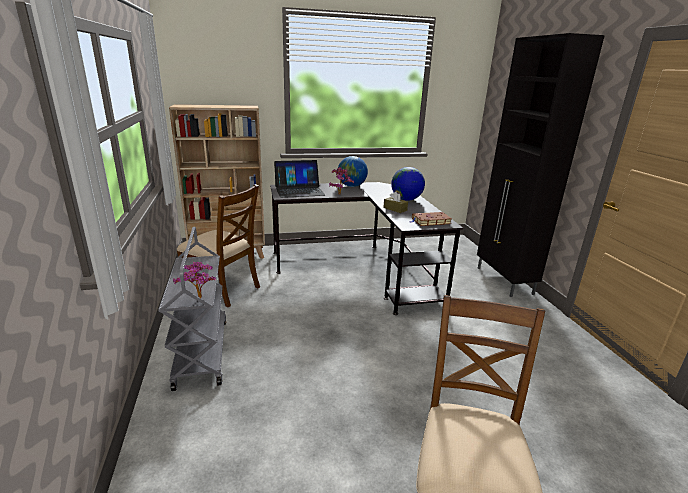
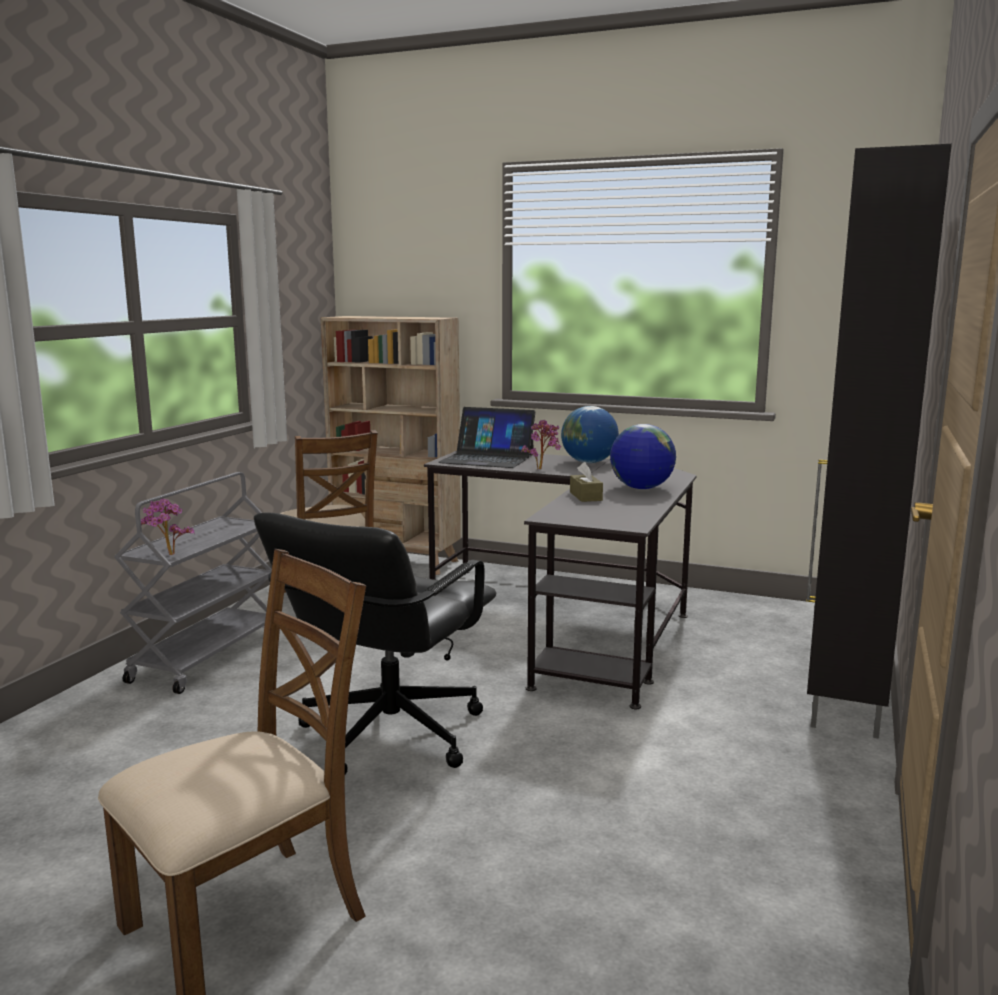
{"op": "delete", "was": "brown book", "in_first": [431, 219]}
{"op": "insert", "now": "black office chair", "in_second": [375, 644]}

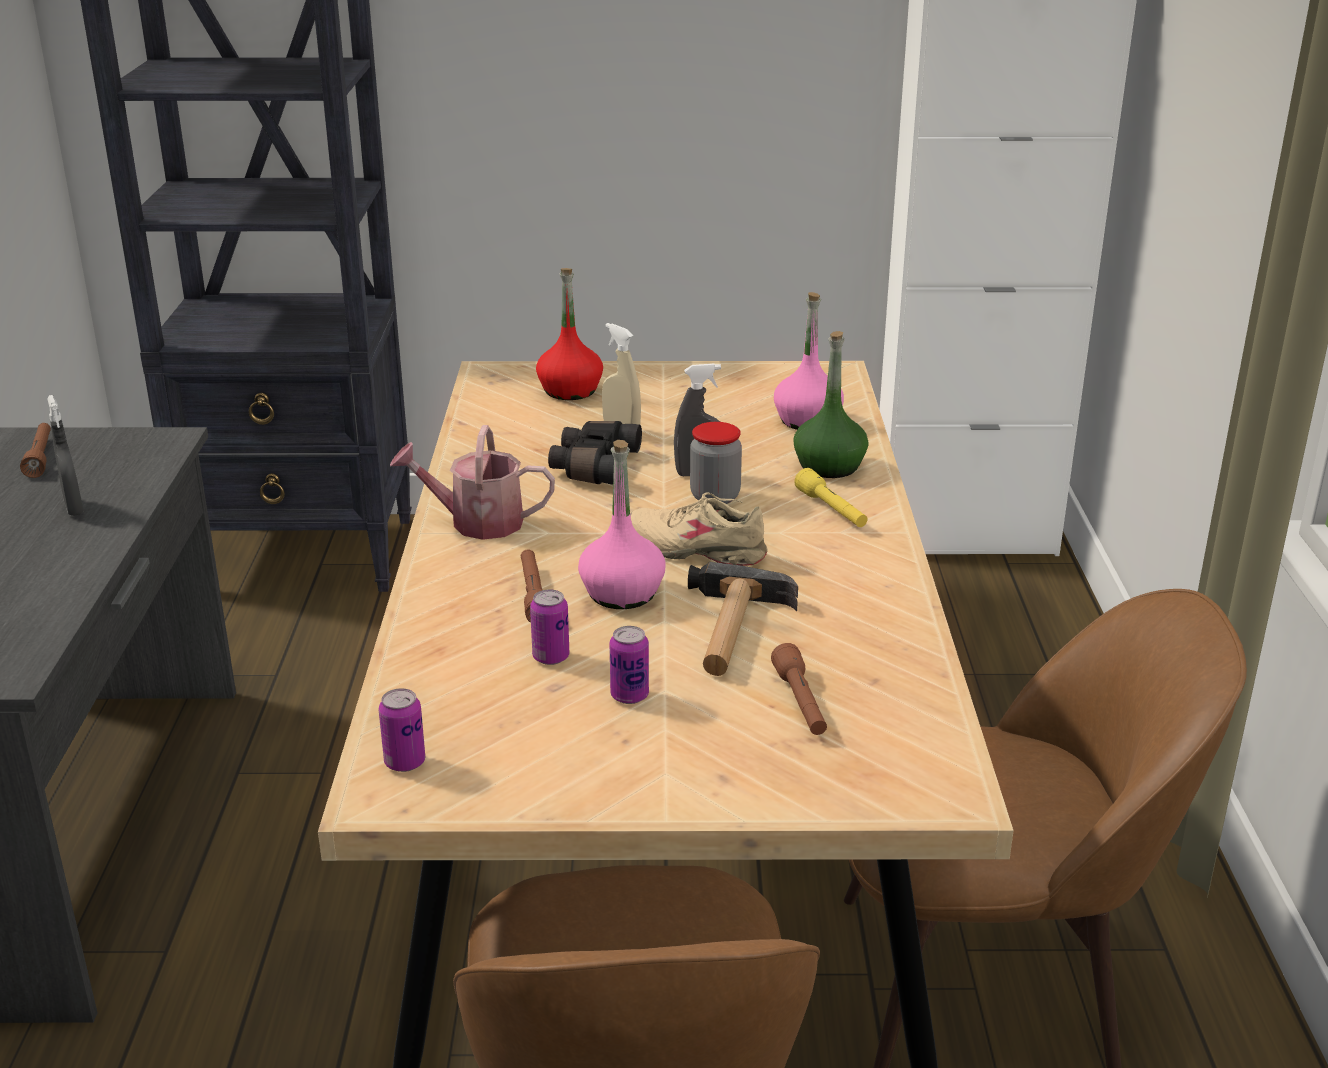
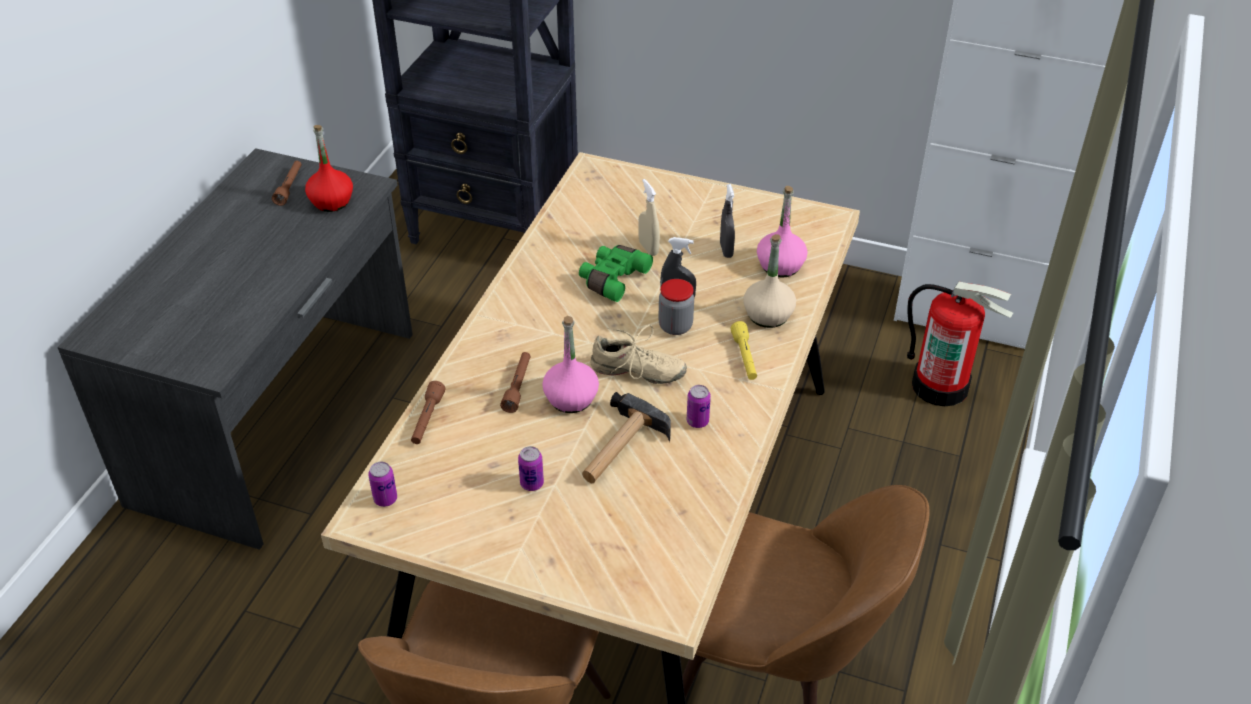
{"op": "move", "was": "grey spray bottle", "in_first": [65, 455], "in_second": [727, 221]}
{"op": "delete", "was": "watering can", "in_first": [472, 482]}
{"op": "move", "was": "can", "in_first": [549, 627], "in_second": [699, 406]}
{"op": "move", "was": "red bottle", "in_first": [569, 334], "in_second": [329, 168]}
{"op": "recolor", "was": "black binoculars", "now": "green binoculars", "in_first": [595, 452], "in_second": [616, 273]}
{"op": "rotate", "was": "beige shoe", "in_first": [699, 529], "in_second": [638, 354], "clockwise": 150}
{"op": "move", "was": "brown flashlight", "in_first": [799, 689], "in_second": [428, 412]}
{"op": "recolor", "was": "green bottle", "now": "beige bottle", "in_first": [830, 404], "in_second": [769, 281]}
{"op": "insert", "now": "fire extinguisher", "in_second": [960, 344]}

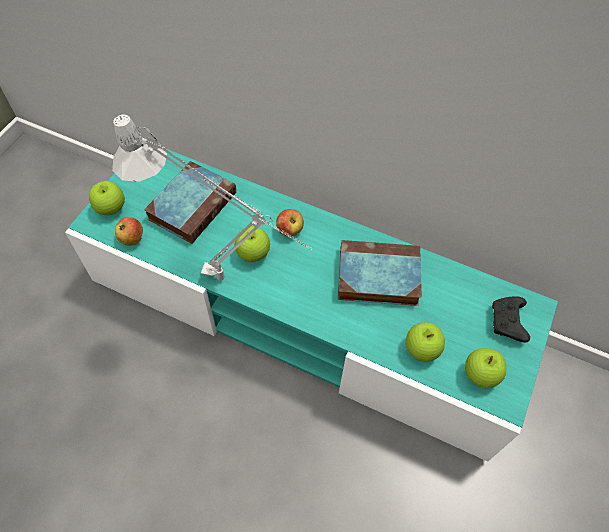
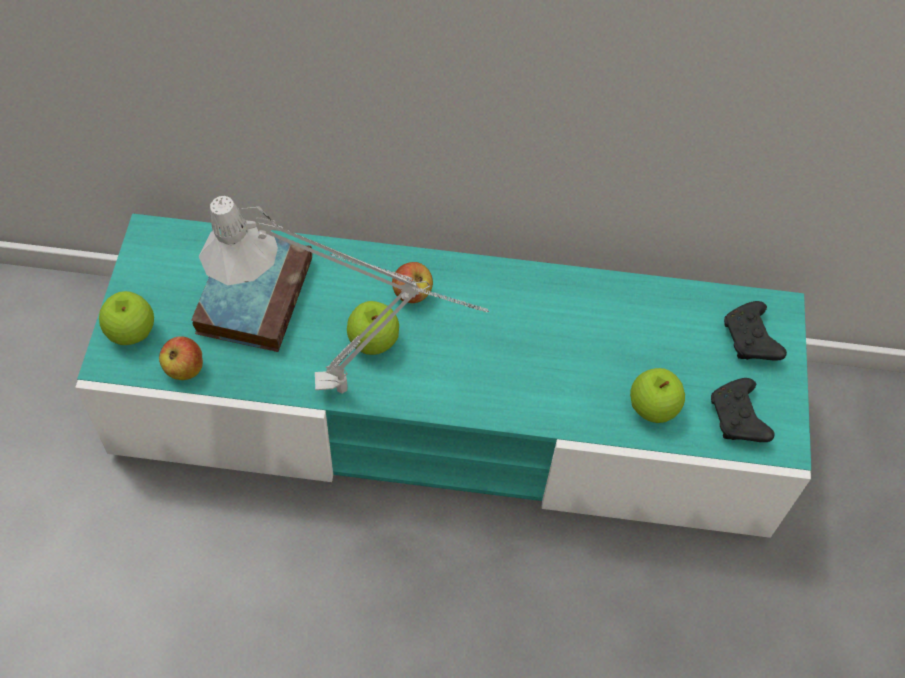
{"op": "delete", "was": "book", "in_first": [380, 273]}
{"op": "replace", "was": "apple", "now": "black game controller", "in_first": [485, 368], "in_second": [742, 410]}

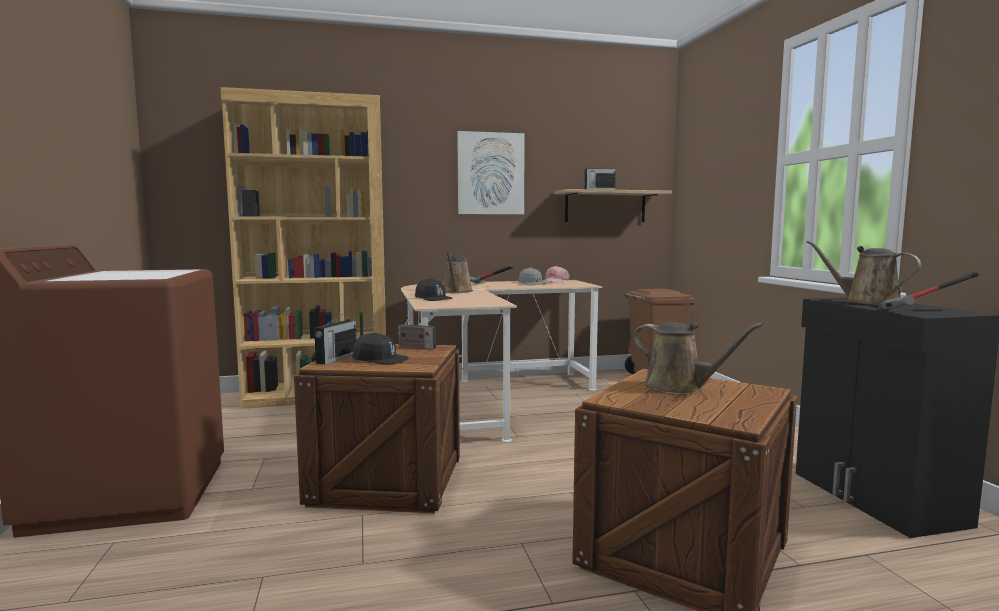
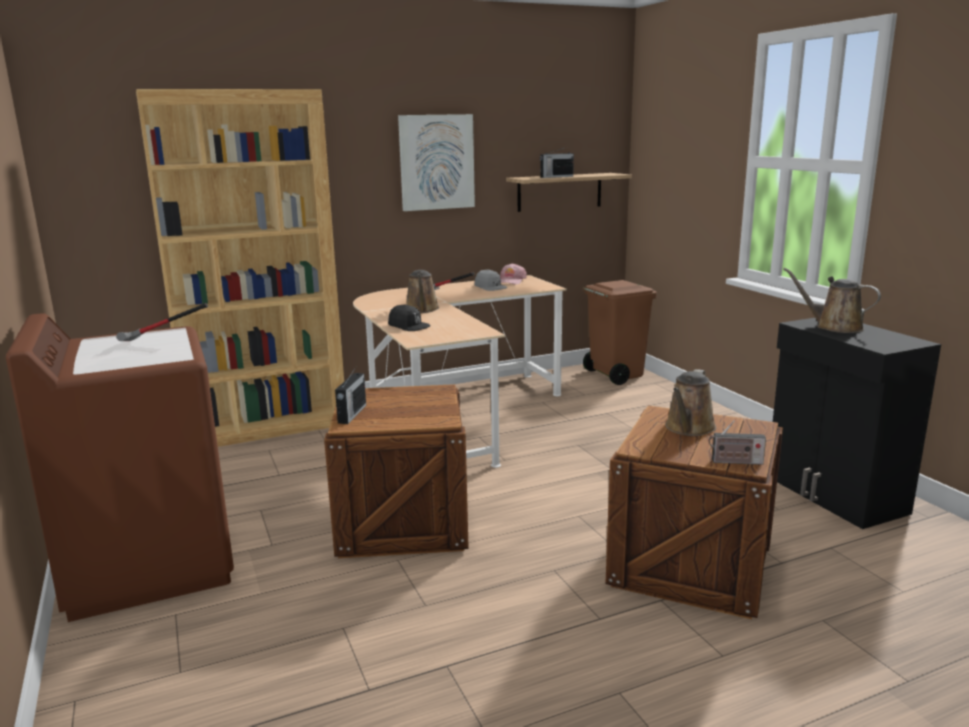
{"op": "delete", "was": "black cap", "in_first": [380, 349]}
{"op": "move", "was": "radio", "in_first": [416, 332], "in_second": [737, 442]}
{"op": "rotate", "was": "brown watering can", "in_first": [698, 358], "in_second": [690, 402], "clockwise": 90}
{"op": "move", "was": "hammer", "in_first": [930, 290], "in_second": [162, 322]}

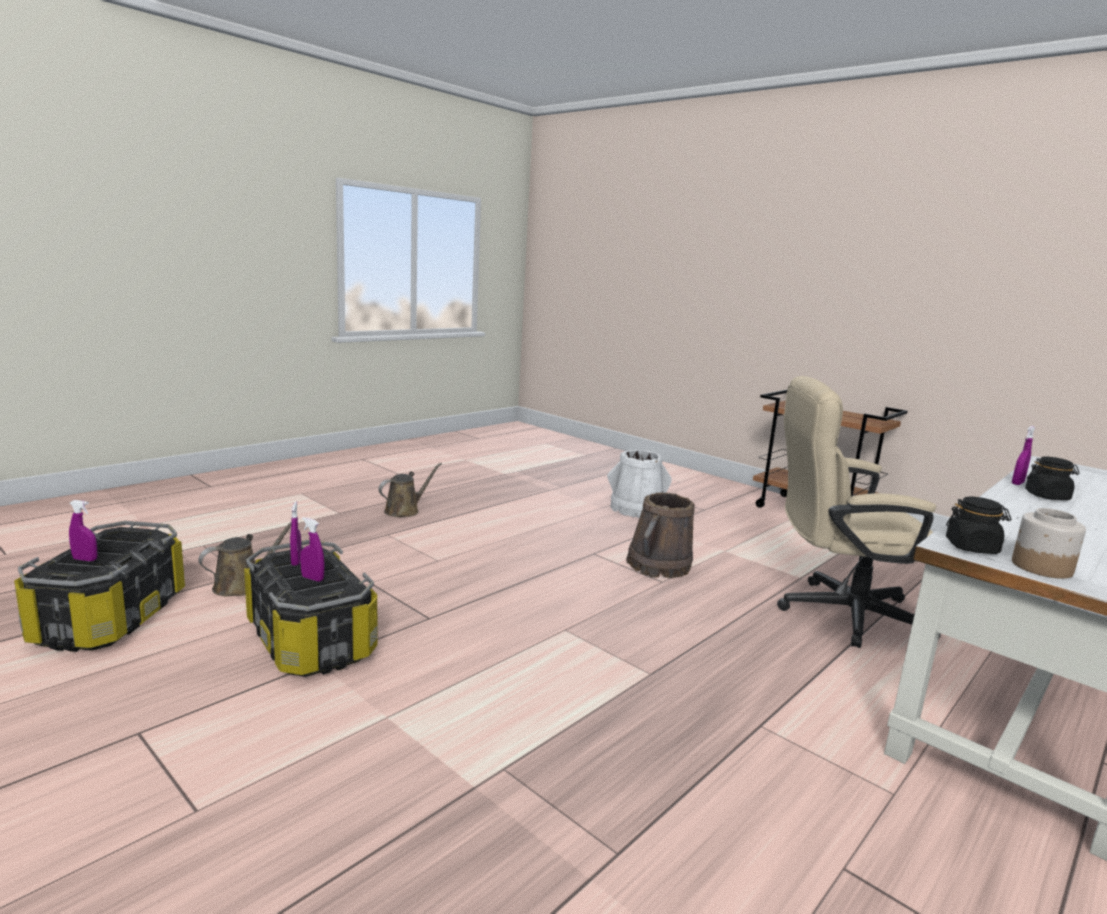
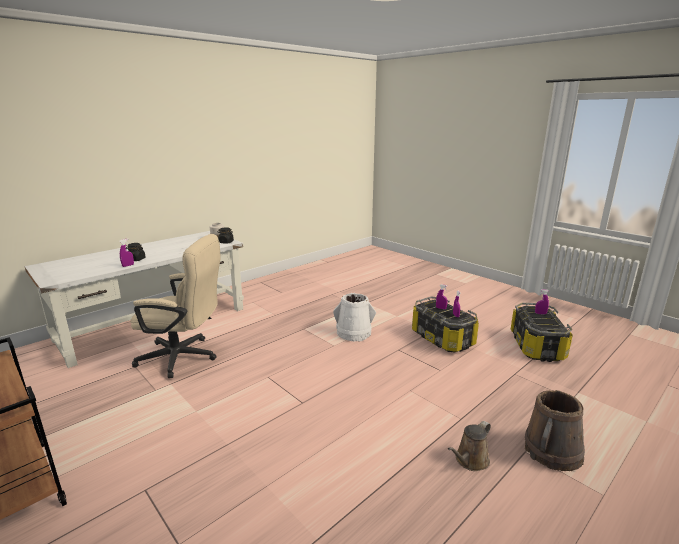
{"op": "delete", "was": "brown watering can", "in_first": [244, 559]}
{"op": "move", "was": "white bucket", "in_first": [639, 484], "in_second": [354, 317]}
{"op": "move", "was": "brown bucket", "in_first": [660, 535], "in_second": [555, 430]}

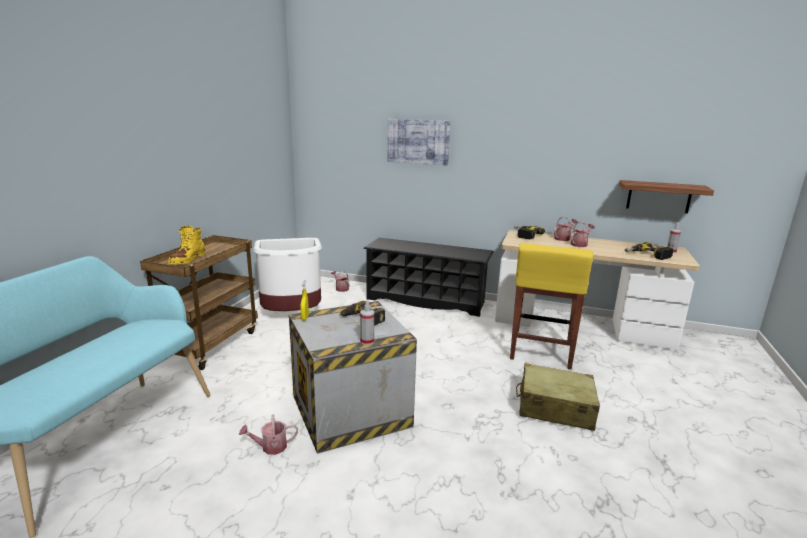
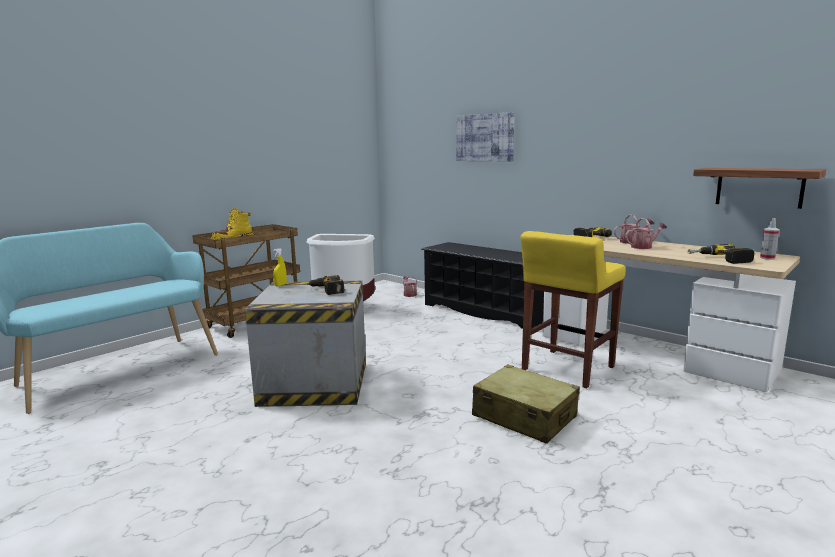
{"op": "delete", "was": "watering can", "in_first": [268, 434]}
{"op": "delete", "was": "spray bottle", "in_first": [367, 322]}

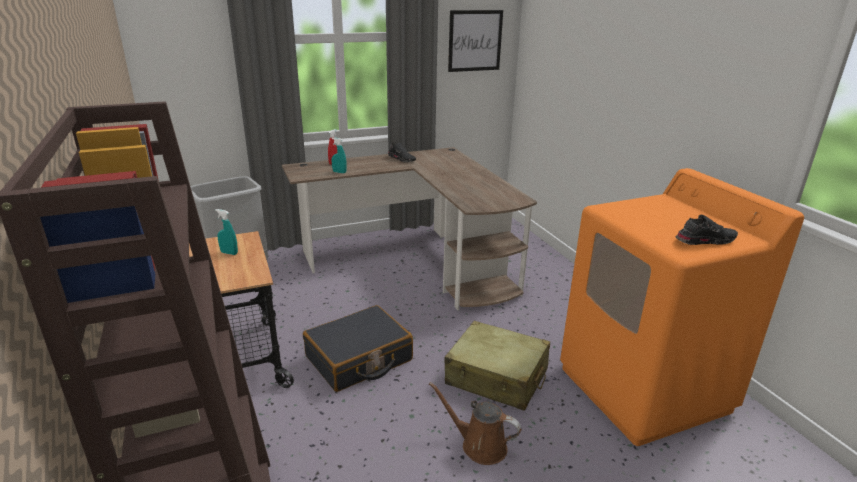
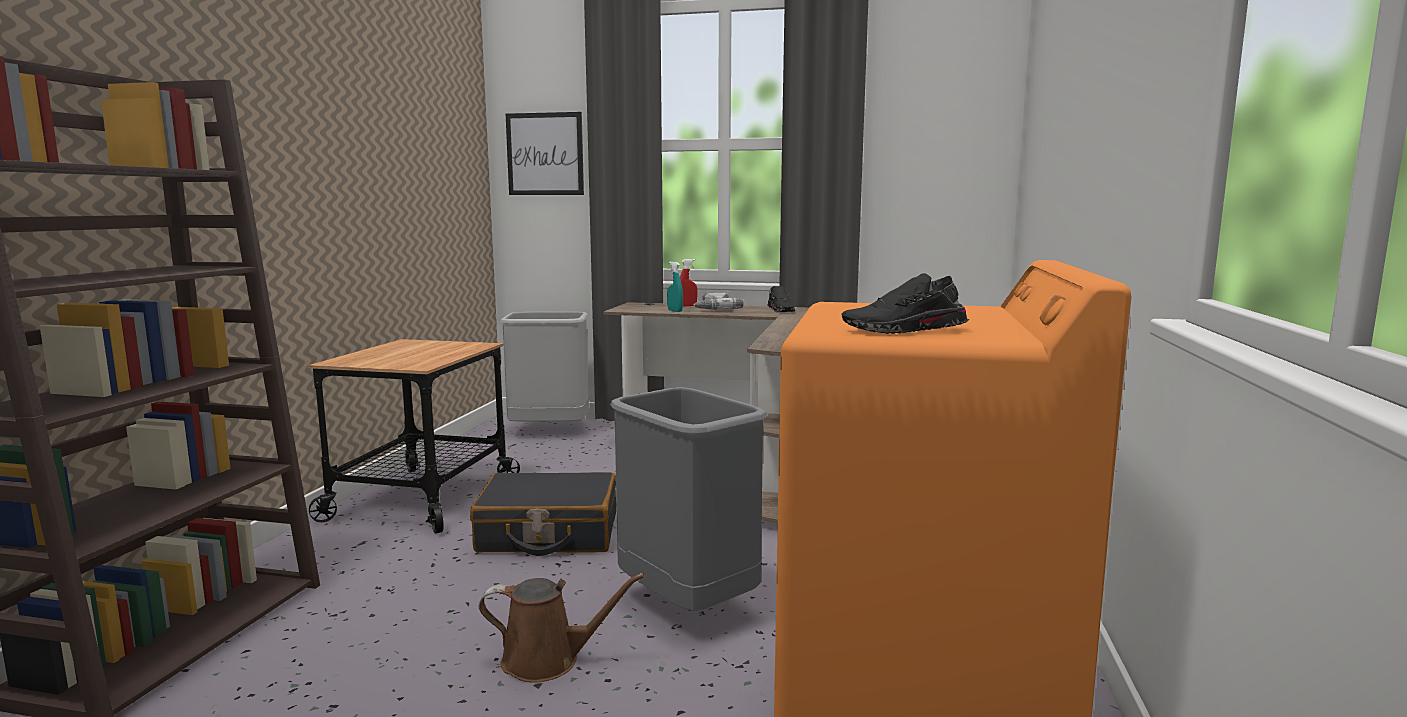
{"op": "delete", "was": "turquoise spray bottle", "in_first": [226, 232]}
{"op": "rotate", "was": "brown watering can", "in_first": [475, 423], "in_second": [561, 628], "clockwise": 120}
{"op": "replace", "was": "beige suitcase", "now": "grey trash can", "in_first": [497, 366], "in_second": [688, 499]}
{"op": "move", "was": "picture", "in_first": [475, 41], "in_second": [545, 153]}
{"op": "rotate", "was": "black shoe", "in_first": [706, 230], "in_second": [905, 303], "clockwise": 150}
{"op": "insert", "now": "power drill", "in_second": [718, 301]}

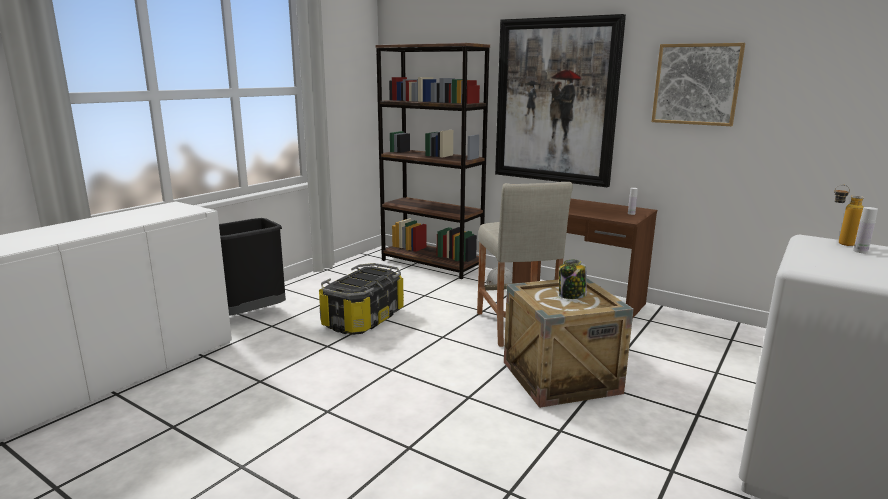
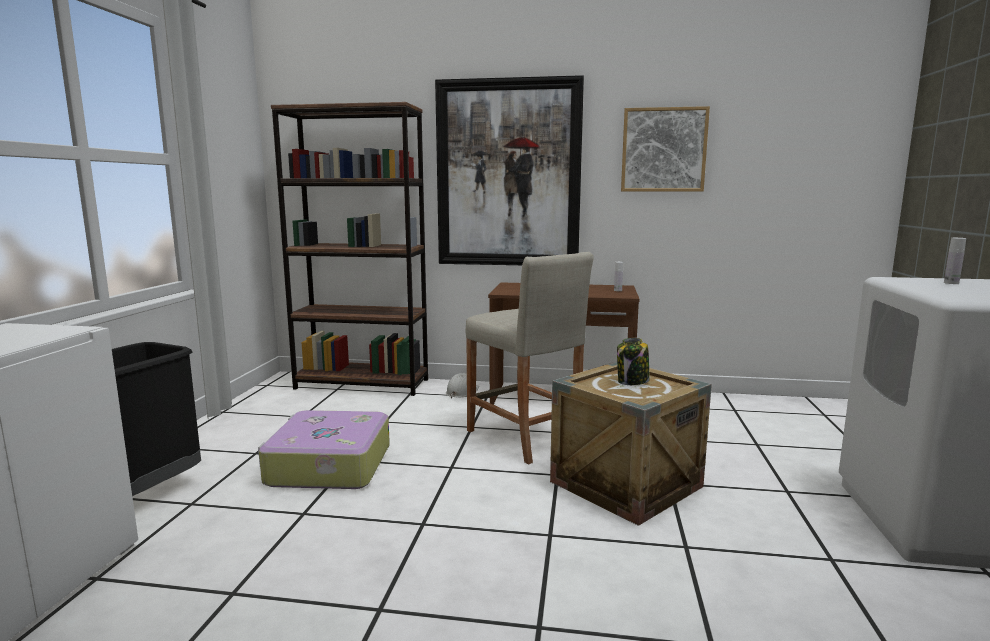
{"op": "replace", "was": "storage box", "now": "suitcase", "in_first": [361, 299], "in_second": [324, 449]}
{"op": "delete", "was": "bottle", "in_first": [849, 215]}

